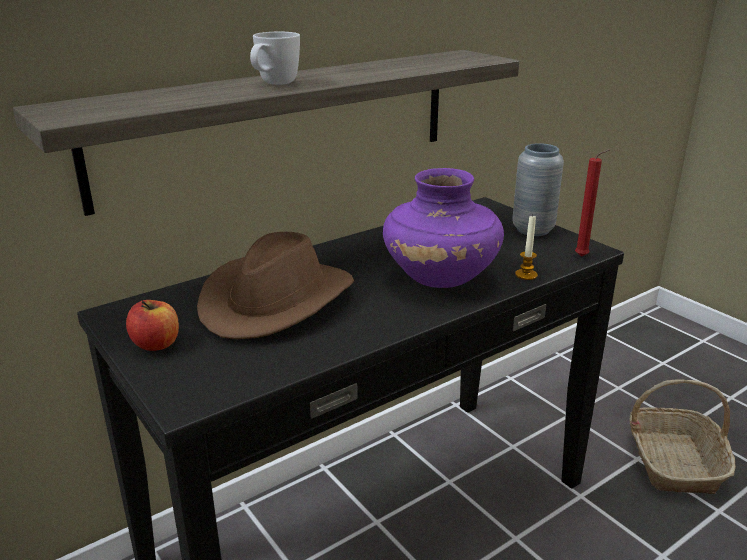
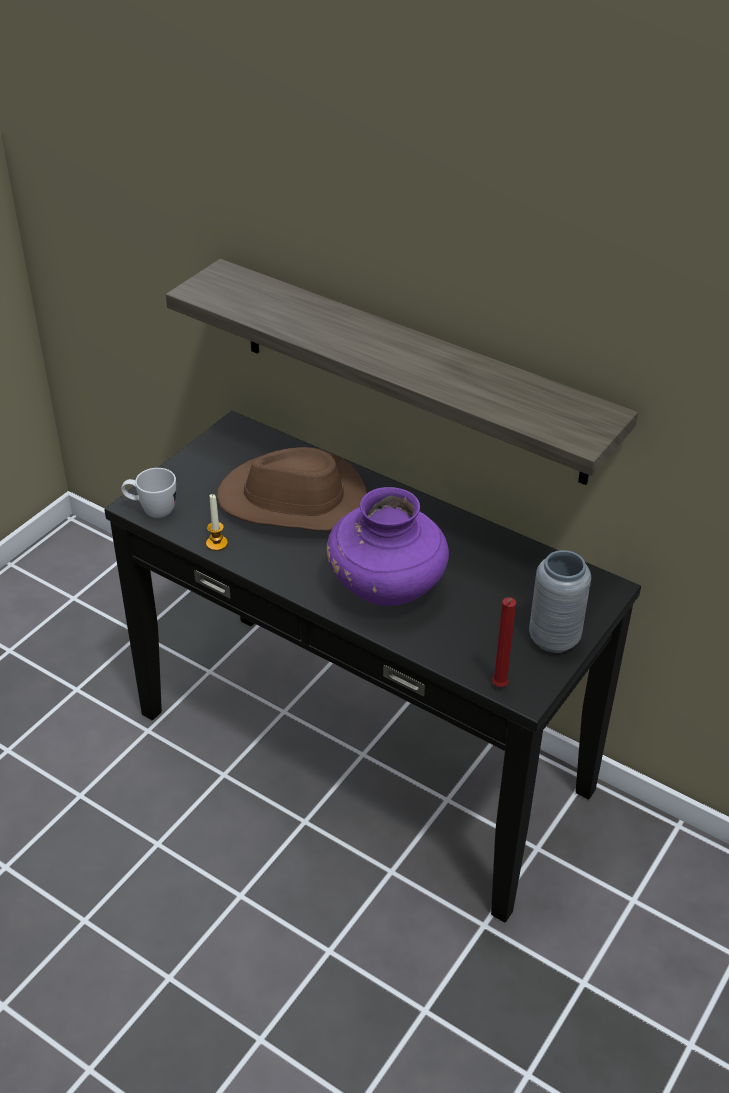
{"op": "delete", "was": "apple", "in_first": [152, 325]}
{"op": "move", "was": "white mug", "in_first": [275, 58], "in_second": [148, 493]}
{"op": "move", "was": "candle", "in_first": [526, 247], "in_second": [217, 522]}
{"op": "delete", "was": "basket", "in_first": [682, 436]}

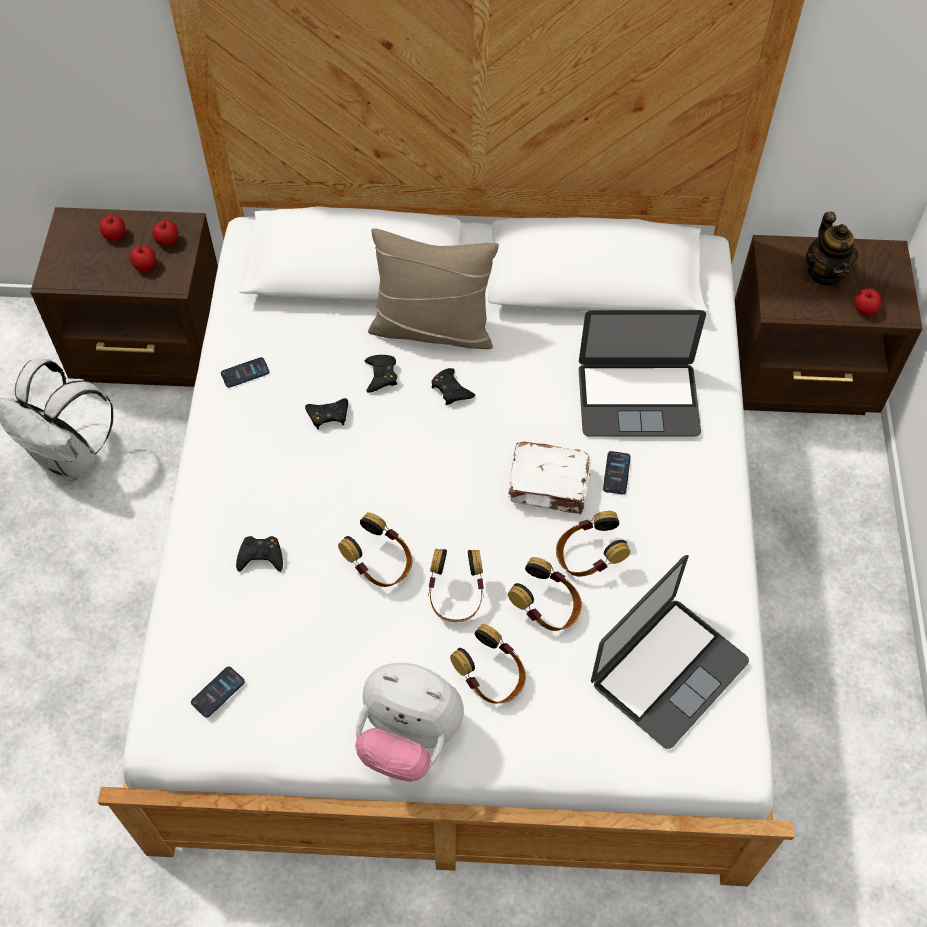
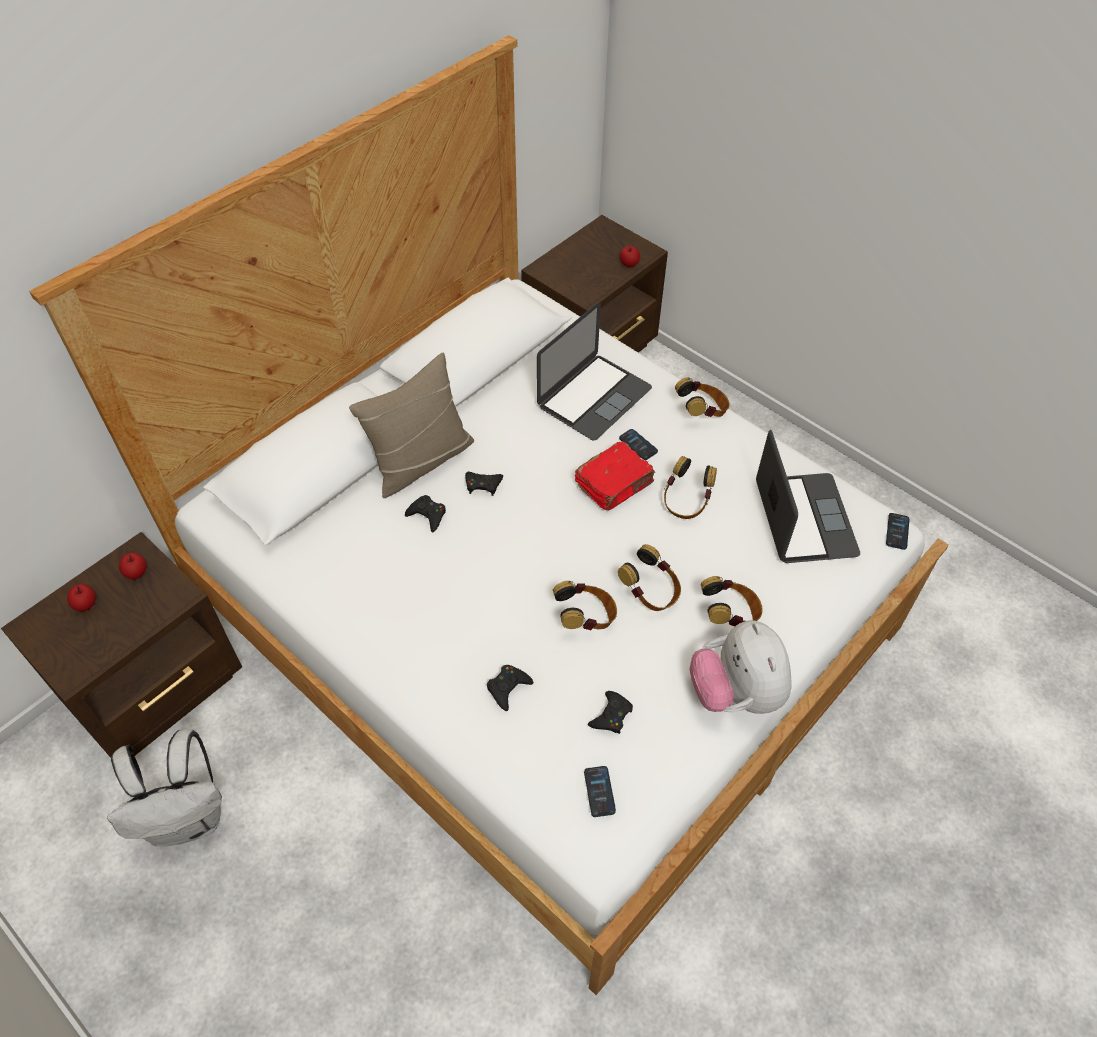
{"op": "delete", "was": "apple", "in_first": [143, 258]}
{"op": "move", "was": "phone", "in_first": [245, 372], "in_second": [898, 531]}
{"op": "move", "was": "black game controller", "in_first": [326, 413], "in_second": [610, 712]}
{"op": "rotate", "was": "plush toy", "in_first": [409, 722], "in_second": [741, 667], "clockwise": 105}
{"op": "recolor", "was": "white book", "now": "red book", "in_first": [549, 477], "in_second": [615, 476]}
{"op": "move", "was": "headphones", "in_first": [545, 594], "in_second": [702, 397]}
{"op": "delete", "was": "teapot", "in_first": [832, 249]}

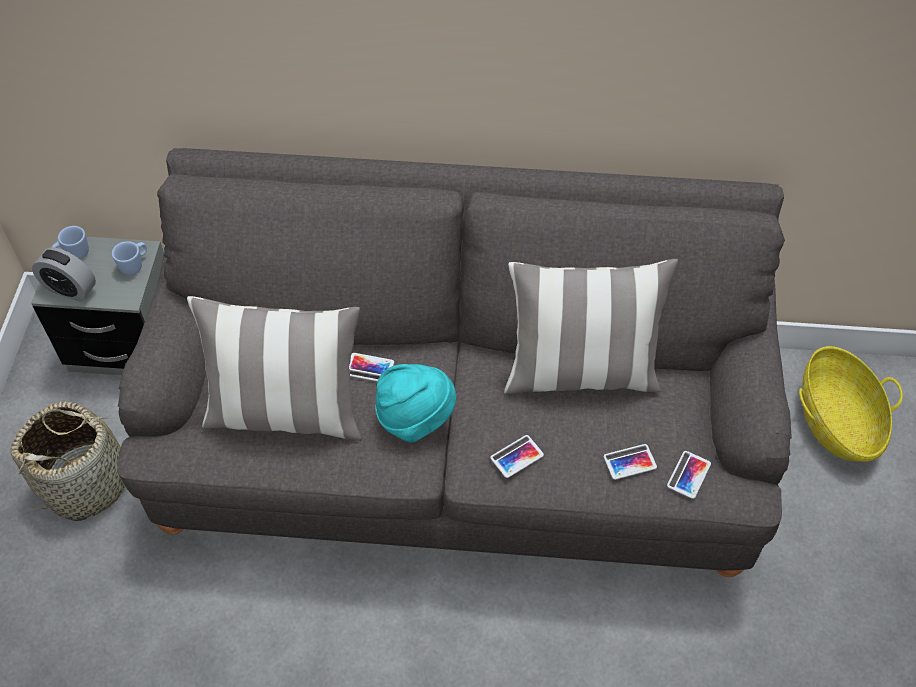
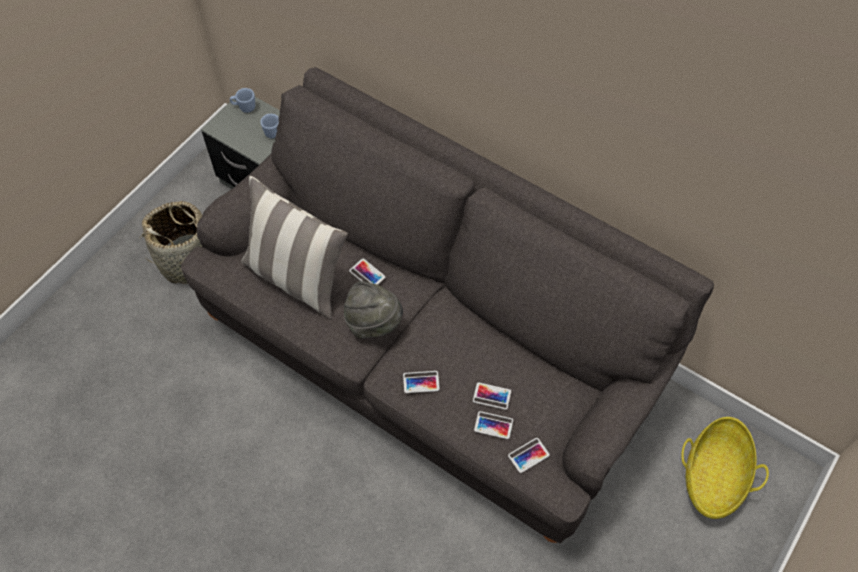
{"op": "delete", "was": "alarm clock", "in_first": [64, 275]}
{"op": "recolor", "was": "turquoise hat", "now": "grey hat", "in_first": [415, 403], "in_second": [373, 310]}
{"op": "delete", "was": "pillow", "in_first": [591, 326]}
{"op": "insert", "now": "phone", "in_second": [492, 396]}

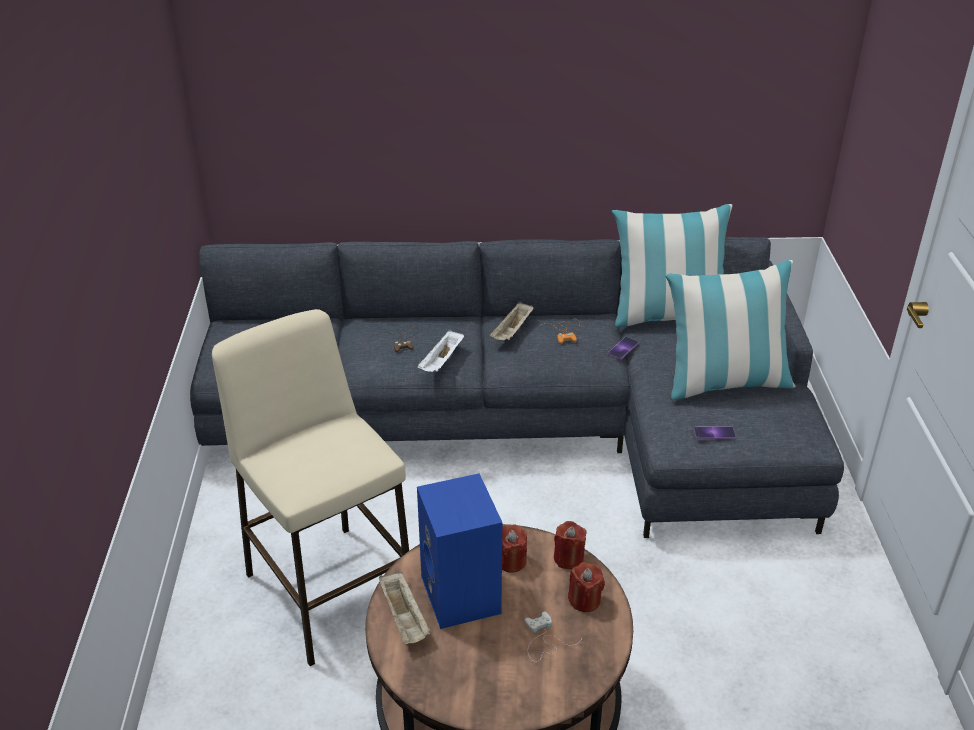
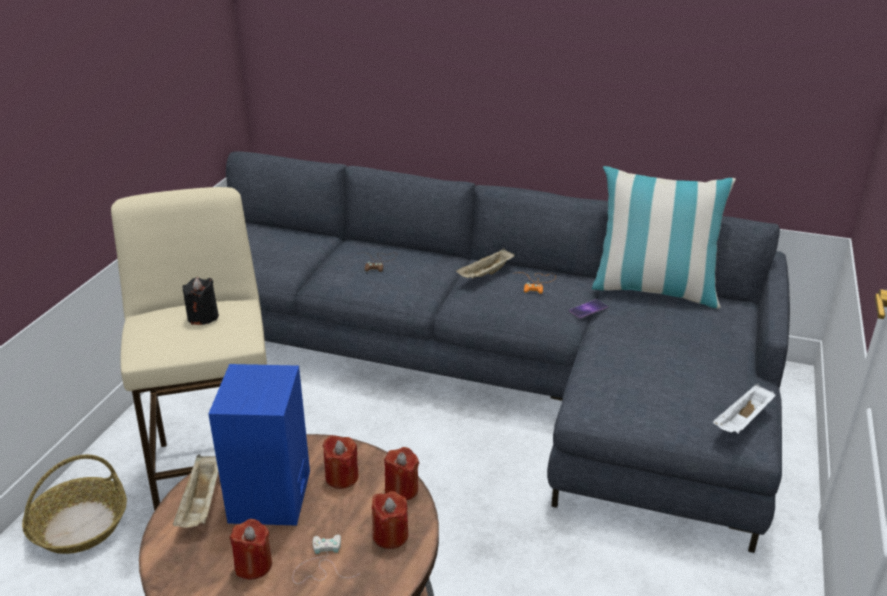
{"op": "move", "was": "white tray", "in_first": [440, 351], "in_second": [744, 409]}
{"op": "delete", "was": "pillow", "in_first": [730, 330]}
{"op": "delete", "was": "phone", "in_first": [715, 432]}
{"op": "insert", "now": "basket", "in_second": [74, 504]}
{"op": "insert", "now": "black candle", "in_second": [200, 301]}
{"op": "insert", "now": "red candle", "in_second": [251, 549]}

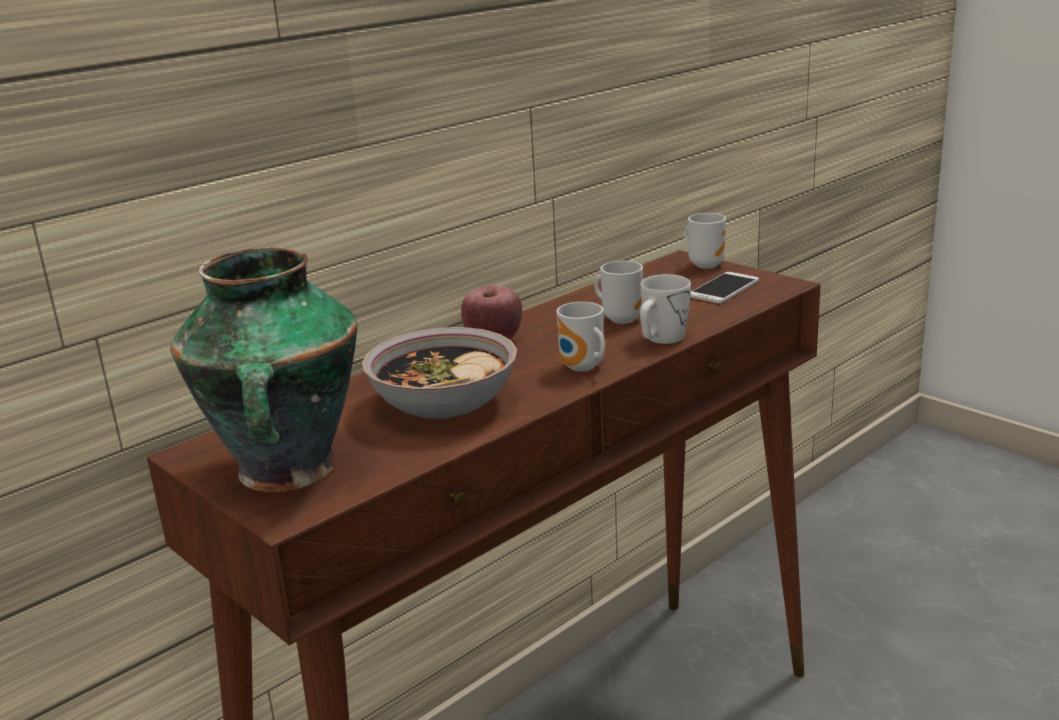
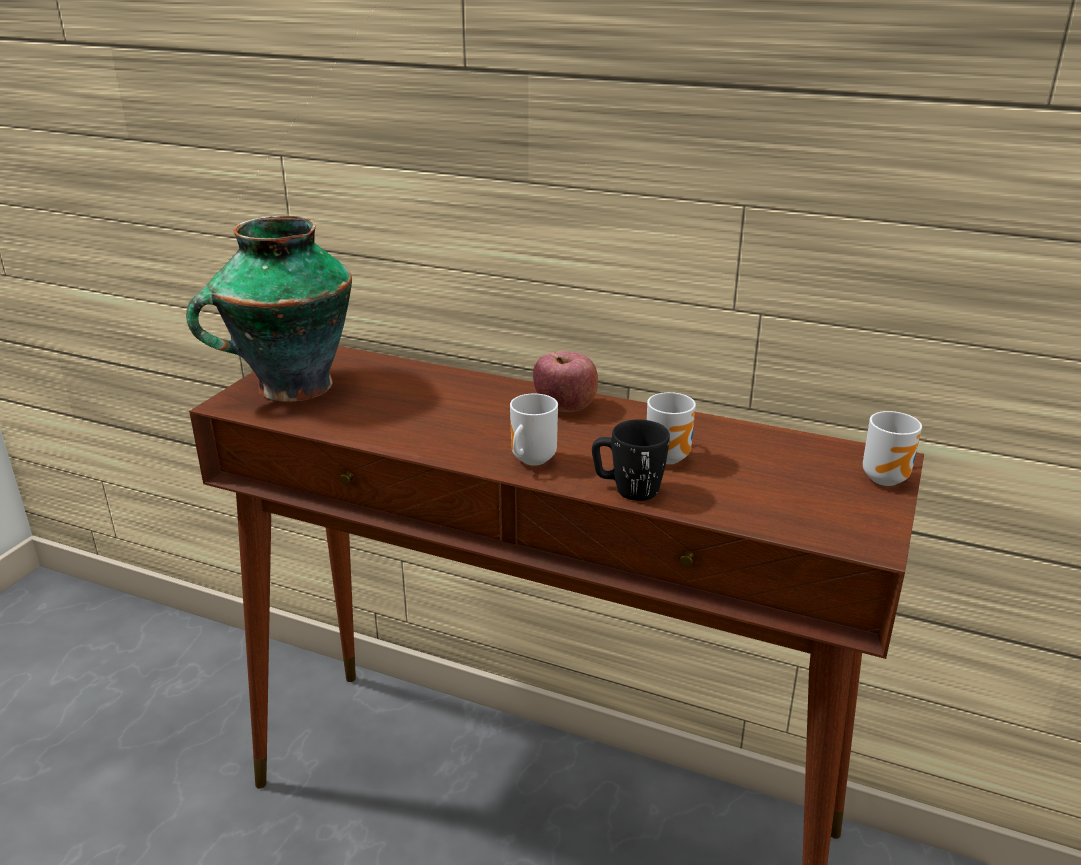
{"op": "delete", "was": "bowl", "in_first": [439, 372]}
{"op": "recolor", "was": "white mug", "now": "black mug", "in_first": [665, 309], "in_second": [631, 460]}
{"op": "delete", "was": "phone", "in_first": [724, 287]}

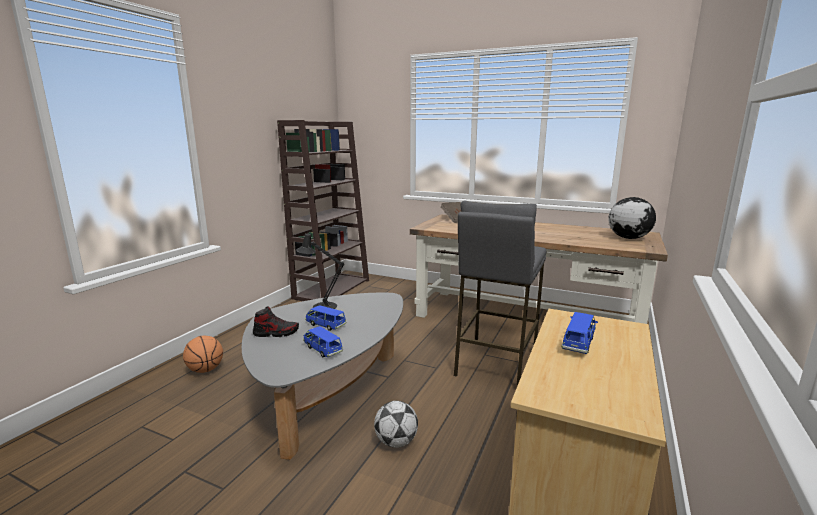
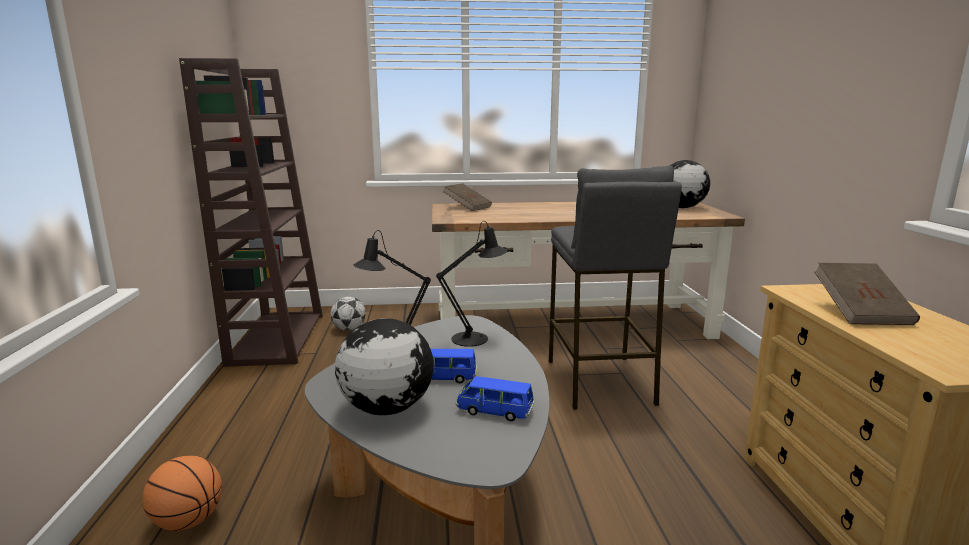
{"op": "replace", "was": "shoe", "now": "globe", "in_first": [276, 321], "in_second": [384, 366]}
{"op": "move", "was": "football", "in_first": [396, 424], "in_second": [348, 314]}
{"op": "replace", "was": "blue toy car", "now": "brown book", "in_first": [579, 333], "in_second": [867, 294]}
{"op": "insert", "now": "black table lamp", "in_second": [471, 284]}

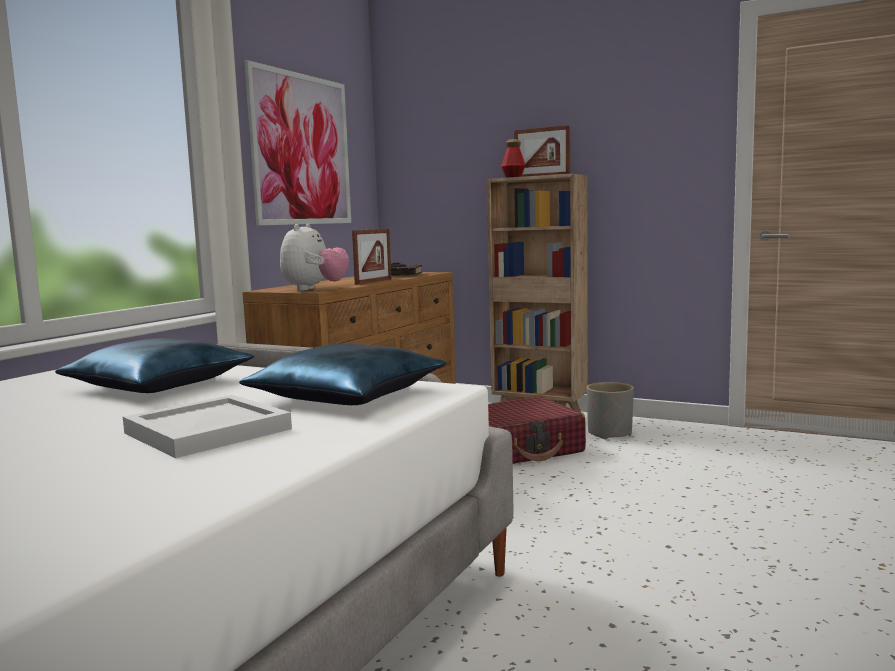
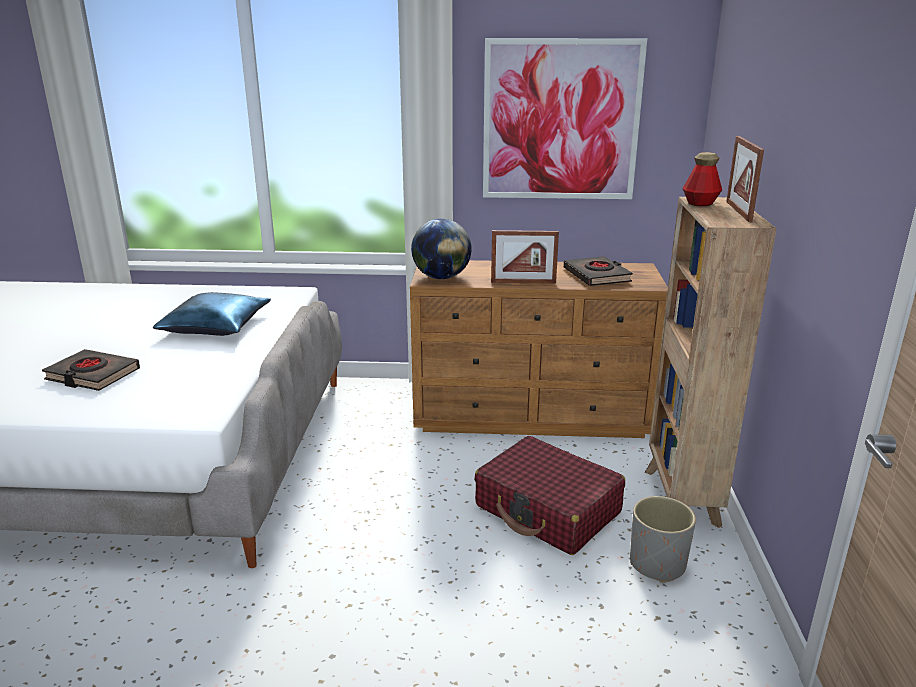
{"op": "replace", "was": "white tray", "now": "black book", "in_first": [207, 426], "in_second": [91, 370]}
{"op": "delete", "was": "blue pillow", "in_first": [343, 374]}
{"op": "replace", "was": "plush toy", "now": "globe", "in_first": [314, 257], "in_second": [441, 248]}

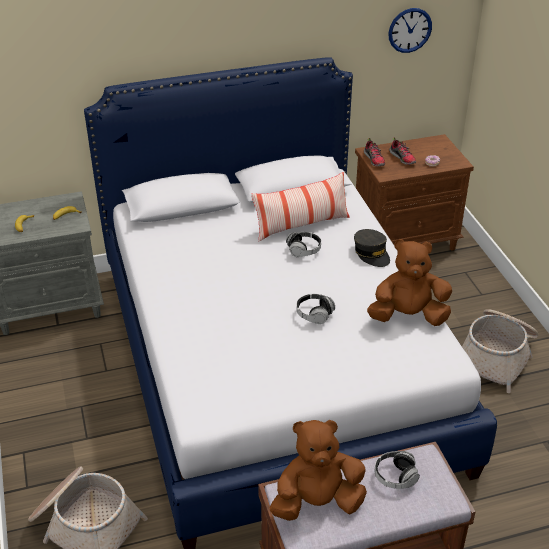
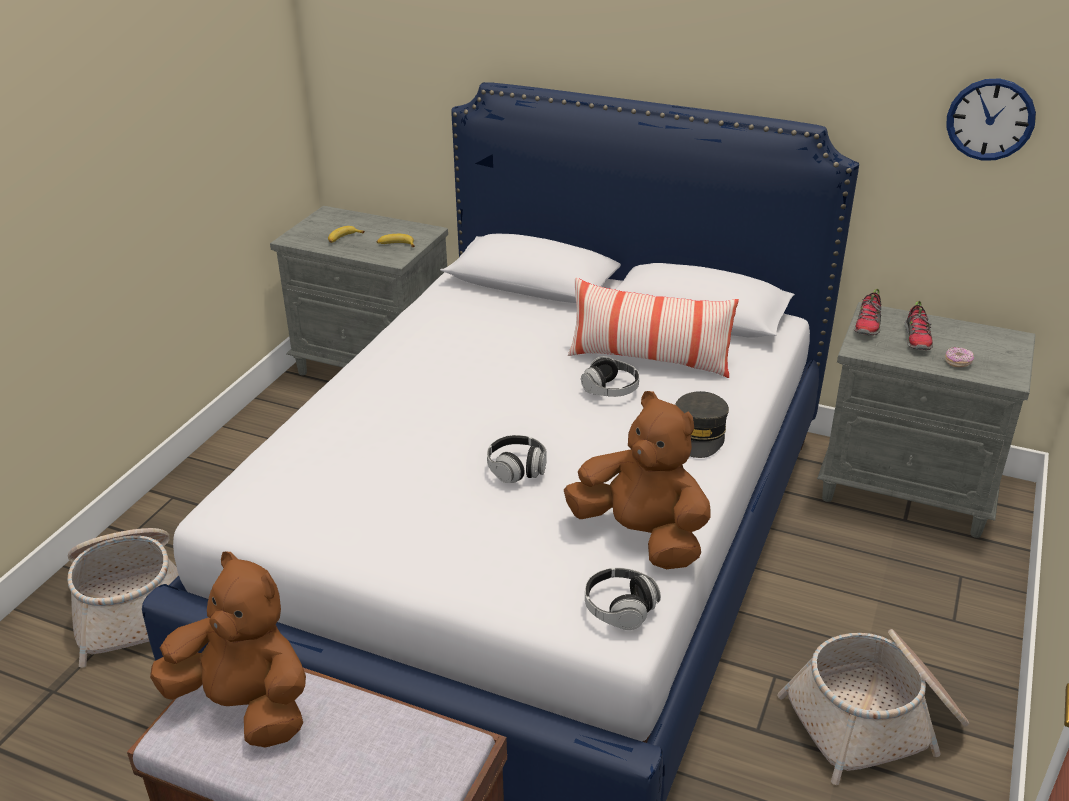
{"op": "recolor", "was": "brown nightstand", "now": "grey nightstand", "in_first": [414, 192], "in_second": [926, 420]}
{"op": "move", "was": "headphones", "in_first": [397, 470], "in_second": [623, 599]}

